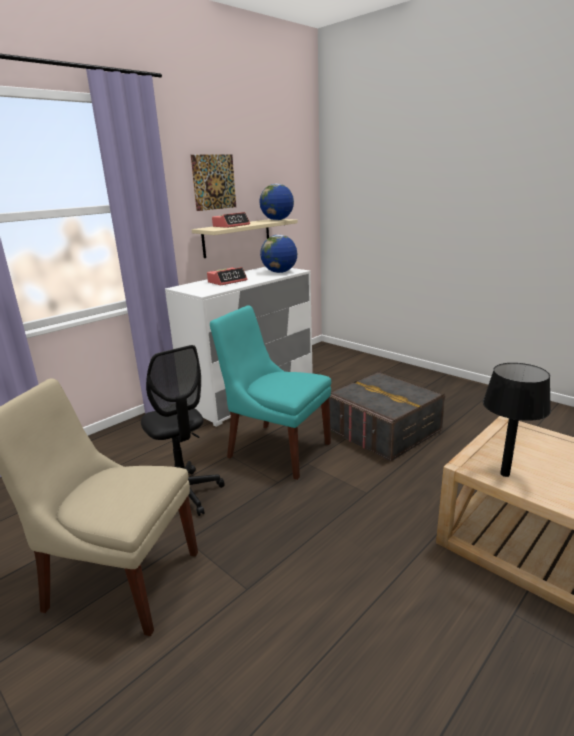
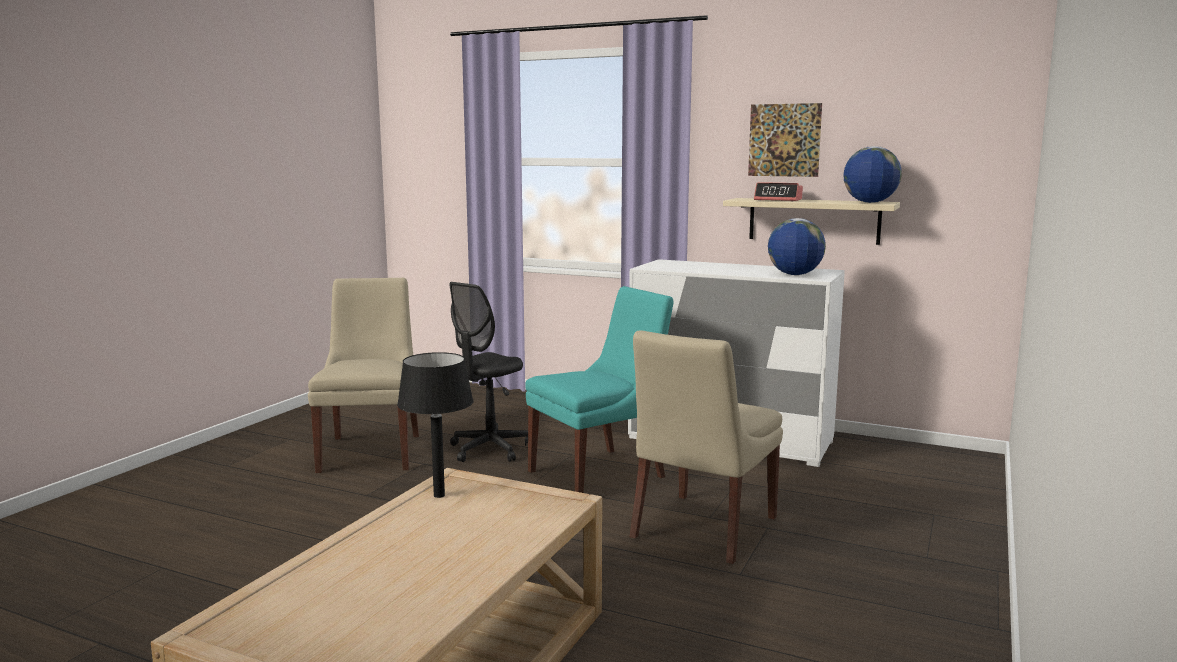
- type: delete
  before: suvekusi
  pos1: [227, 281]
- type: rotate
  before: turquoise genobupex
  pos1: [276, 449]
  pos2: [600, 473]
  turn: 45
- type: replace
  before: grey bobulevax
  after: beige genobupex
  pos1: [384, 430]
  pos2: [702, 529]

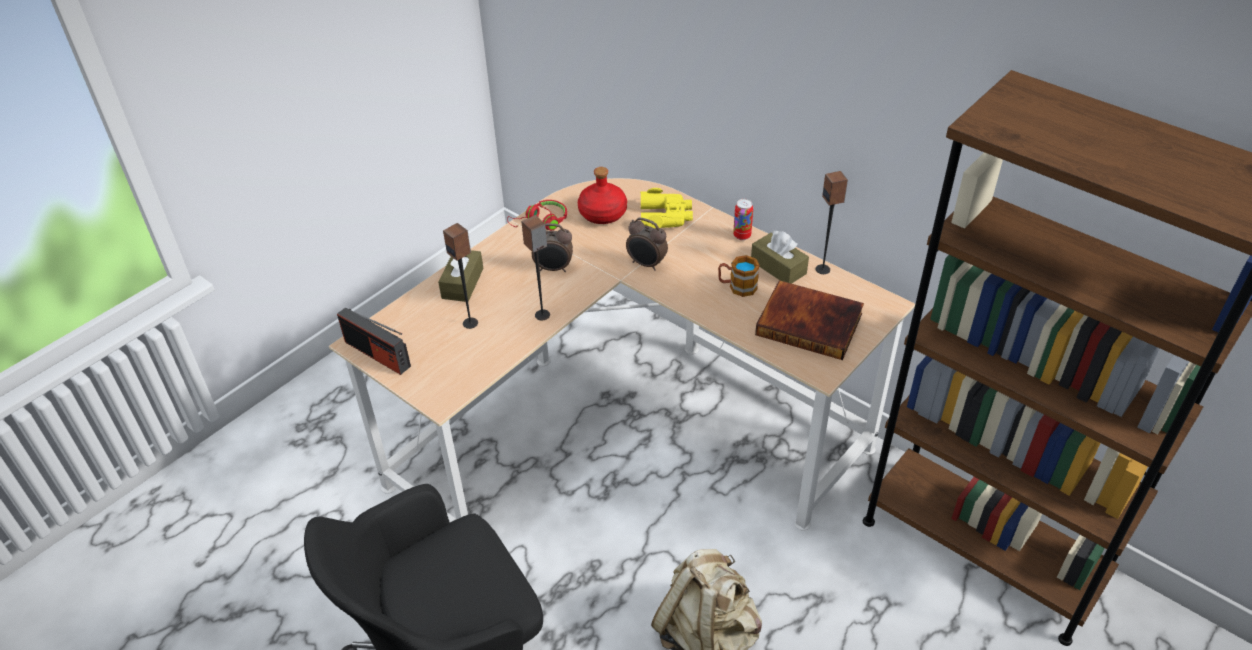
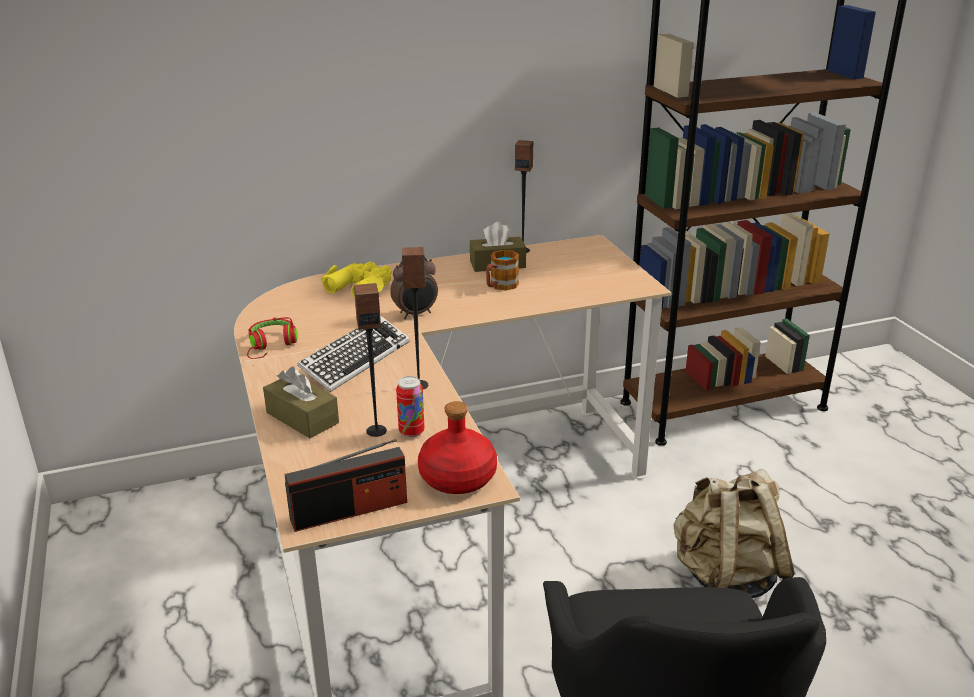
- type: replace
  before: suvekusi
  after: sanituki
  pos1: [553, 269]
  pos2: [355, 359]
- type: move
  before: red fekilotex
  pos1: [602, 214]
  pos2: [458, 478]
- type: move
  before: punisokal
  pos1: [742, 236]
  pos2: [411, 432]
- type: delete
  before: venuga
  pos1: [810, 323]

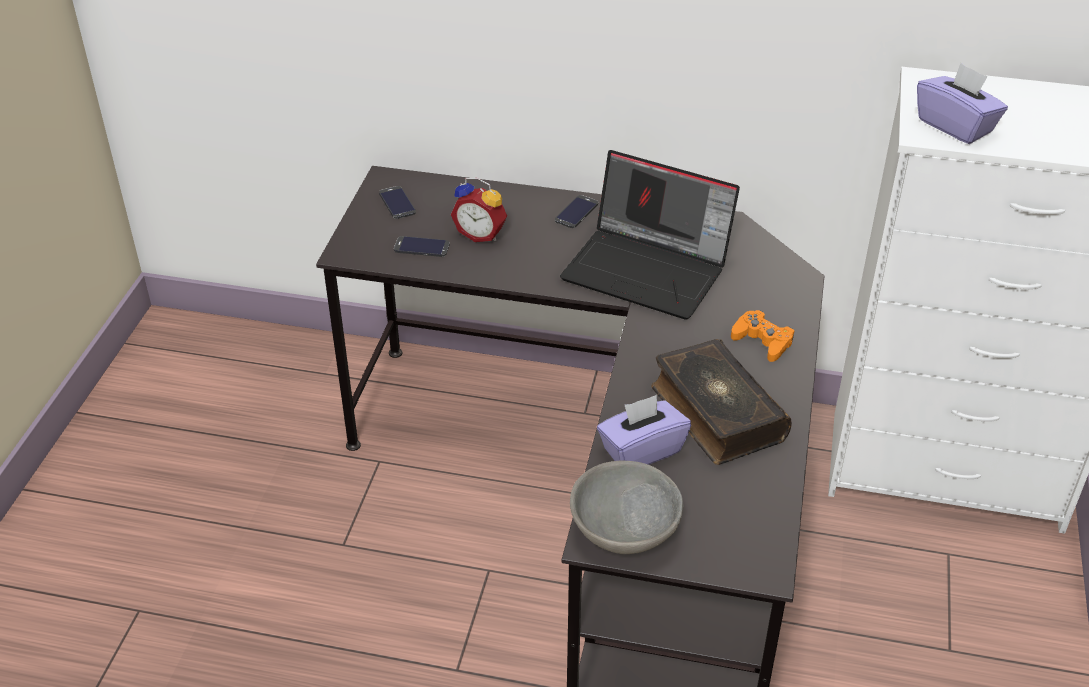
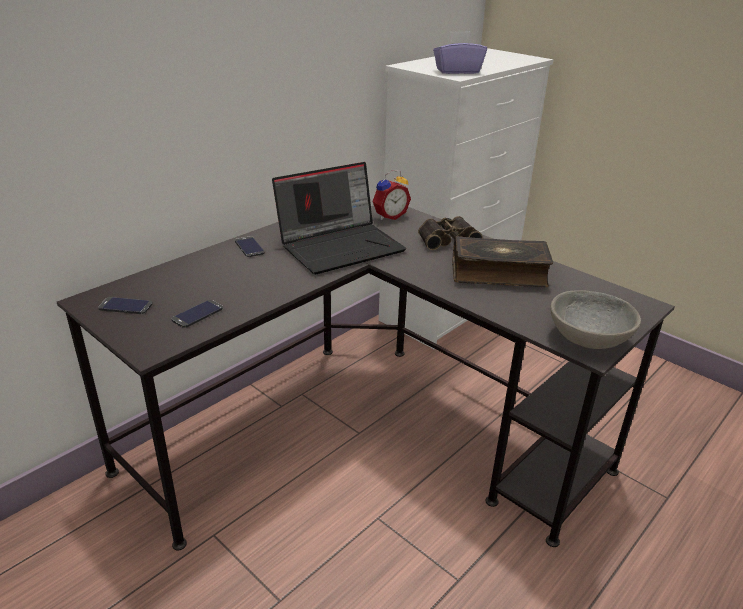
- type: move
  before: suvekusi
  pos1: [481, 234]
  pos2: [389, 216]
- type: delete
  before: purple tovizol
  pos1: [641, 450]
- type: replace
  before: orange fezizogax
  after: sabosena
  pos1: [762, 341]
  pos2: [446, 239]

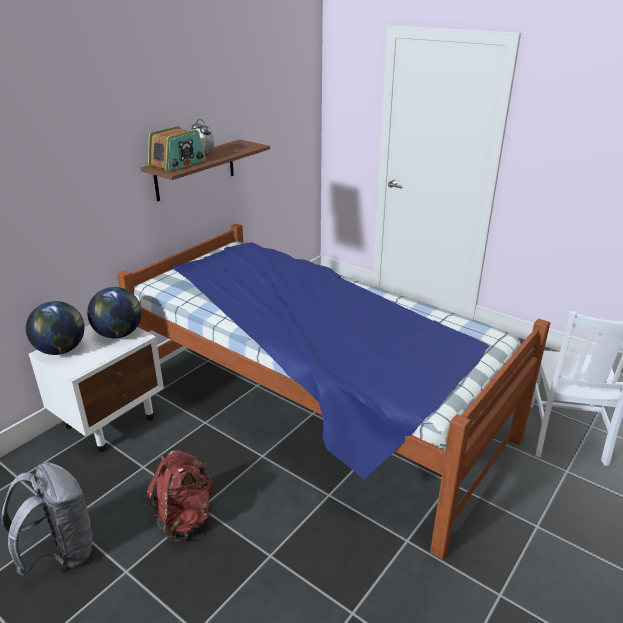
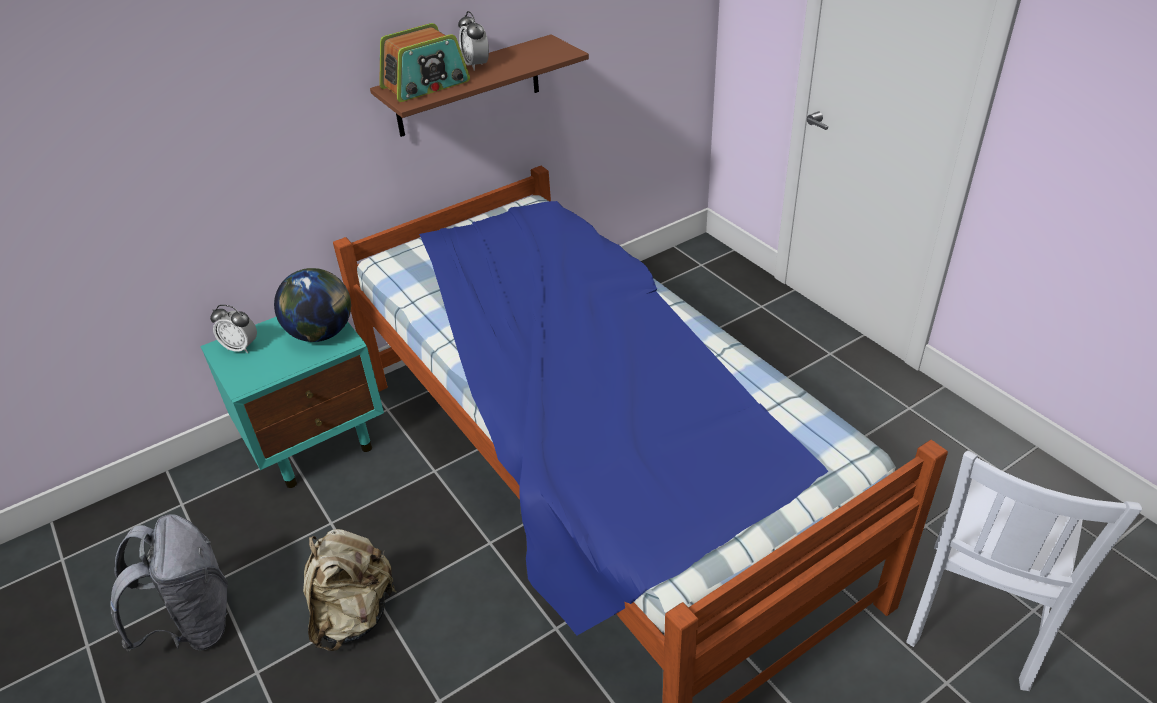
- type: replace
  before: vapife
  after: suvekusi
  pos1: [61, 350]
  pos2: [241, 347]
- type: recolor
  before: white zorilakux
  after: turquoise zorilakux
  pos1: [111, 421]
  pos2: [317, 443]
- type: recolor
  before: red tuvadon
  after: beige tuvadon
  pos1: [185, 518]
  pos2: [354, 614]

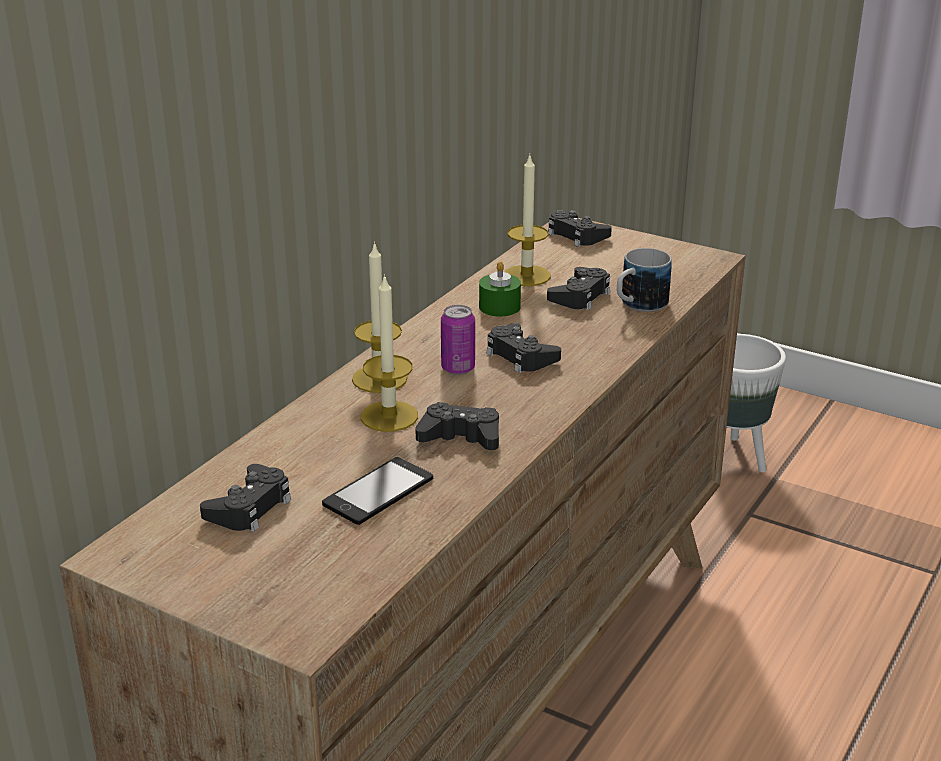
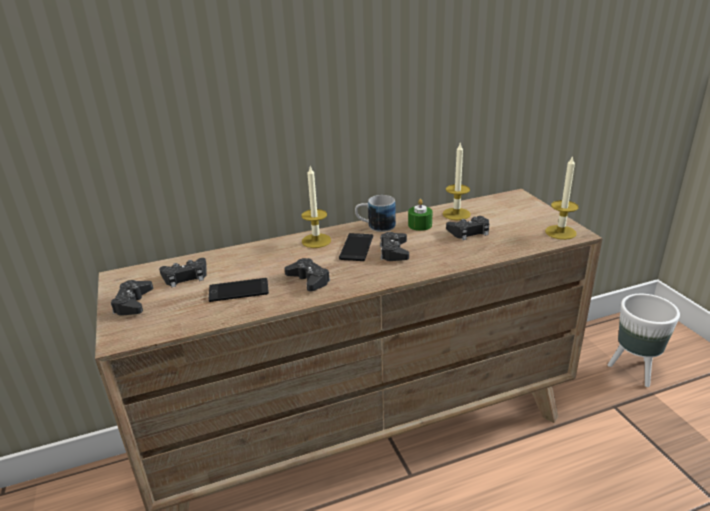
- type: move
  before: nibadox
  pos1: [389, 416]
  pos2: [560, 232]
- type: replace
  before: punisokal
  after: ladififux
  pos1: [458, 368]
  pos2: [356, 247]
- type: move
  before: black fezizogax
  pos1: [576, 235]
  pos2: [133, 303]
- type: move
  before: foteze
  pos1: [637, 305]
  pos2: [375, 226]

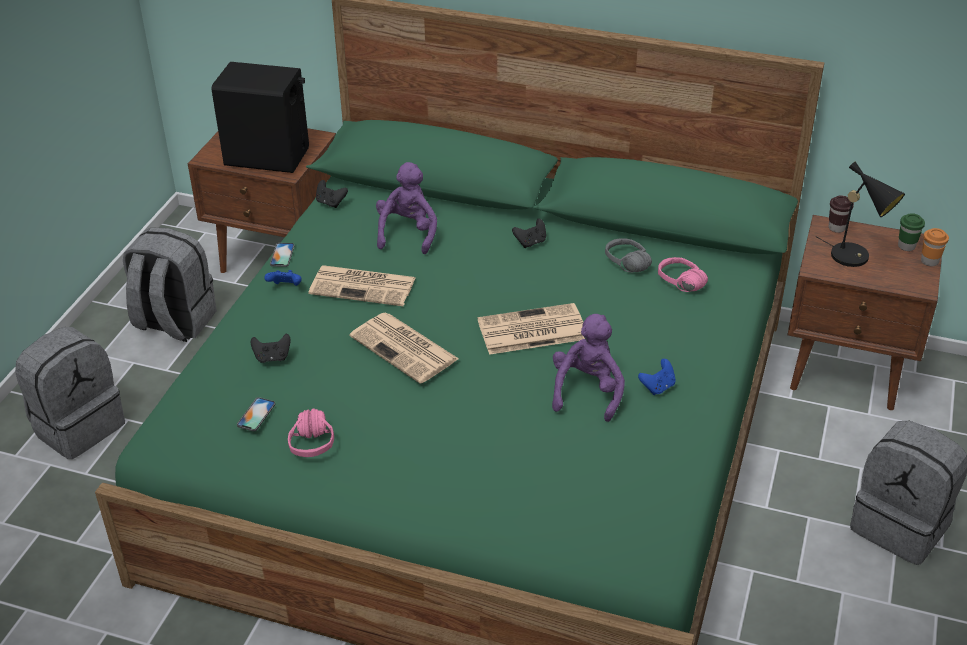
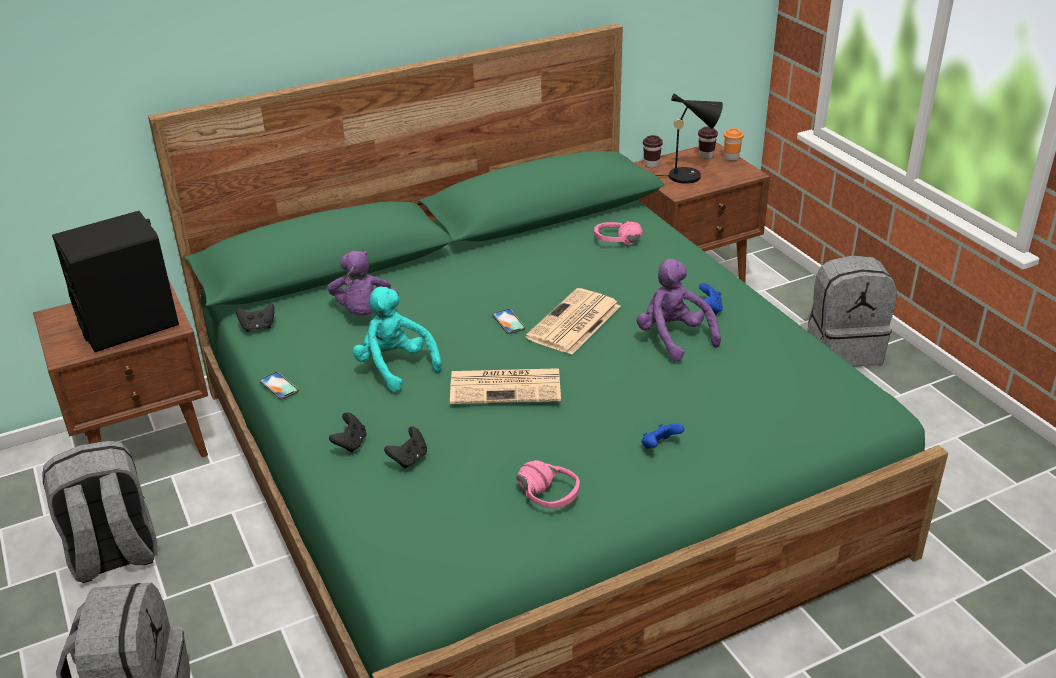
- type: move
  before: ladififux
  pos1: [256, 414]
  pos2: [508, 322]
- type: move
  before: blue fezizogax
  pos1: [286, 287]
  pos2: [659, 446]
- type: replace
  before: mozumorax
  after: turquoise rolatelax
  pos1: [364, 286]
  pos2: [395, 367]
- type: rotate
  before: purple rolatelax
  pos1: [407, 233]
  pos2: [365, 313]
  turn: -150
- type: move
  before: black fezizogax
  pos1: [530, 242]
  pos2: [350, 444]
- type: delete
  before: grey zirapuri
  pos1: [622, 266]
- type: recolor
  before: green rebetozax
  after: brown rebetozax
  pos1: [906, 246]
  pos2: [706, 156]

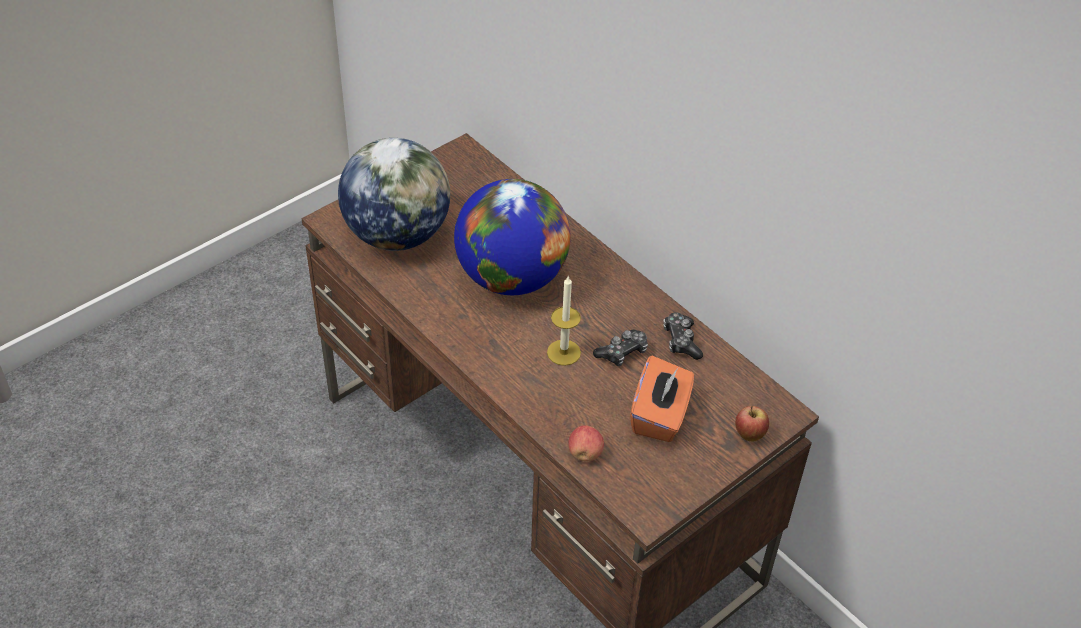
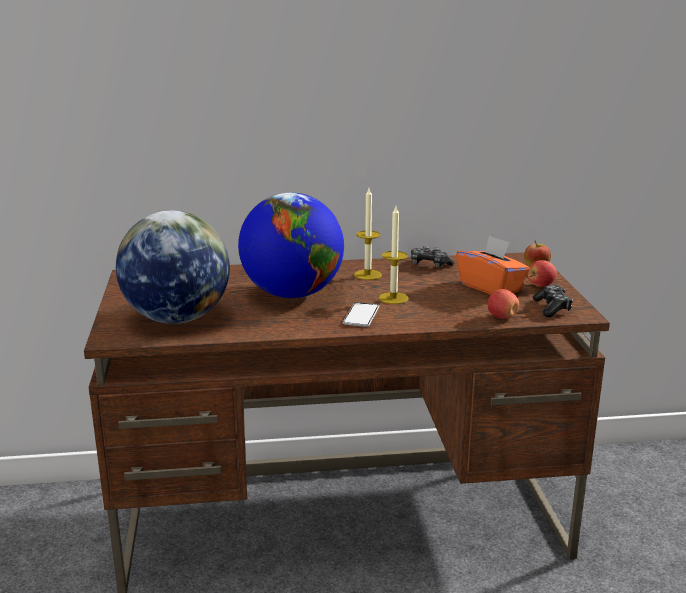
- type: move
  before: fezizogax
  pos1: [622, 352]
  pos2: [552, 308]
- type: insert
  after: ladififux
  pos2: [361, 316]
- type: insert
  after: nibadox
  pos2: [367, 275]
- type: insert
  after: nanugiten
  pos2: [540, 285]

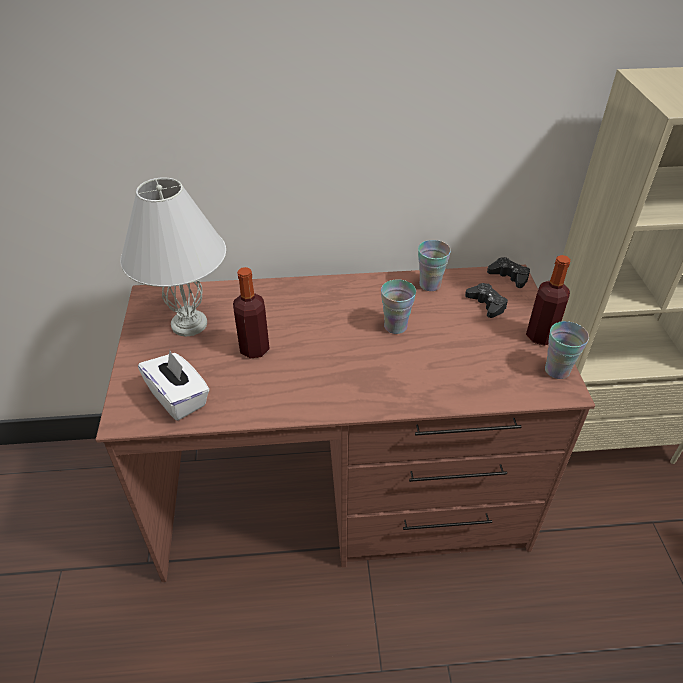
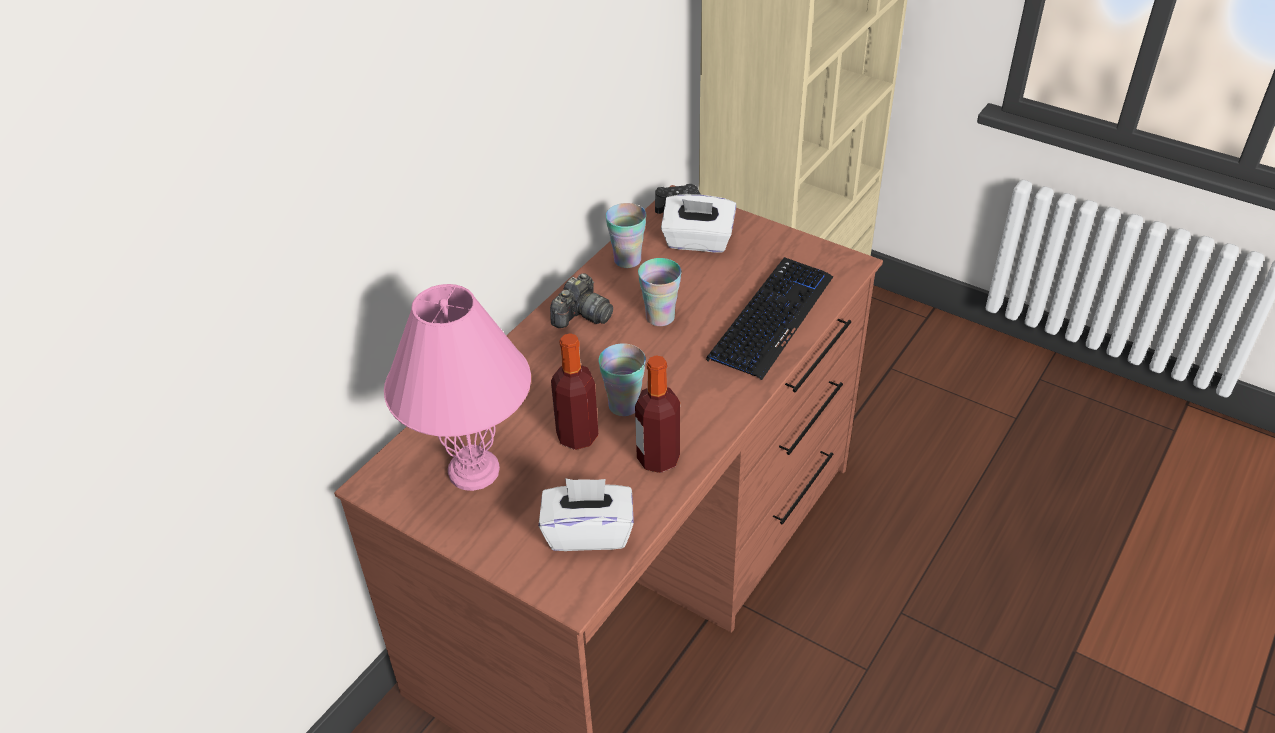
- type: recolor
  before: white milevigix
  after: pink milevigix
  pos1: [188, 324]
  pos2: [474, 472]
- type: replace
  before: black fezizogax
  after: white tovizol
  pos1: [486, 304]
  pos2: [698, 241]
- type: move
  before: fekilotex
  pos1: [540, 336]
  pos2: [658, 459]
- type: move
  before: rebetozax
  pos1: [557, 370]
  pos2: [624, 405]
- type: insert
  after: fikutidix
  pos2: [582, 315]
- type: insert
  after: sanituki
  pos2: [771, 318]

